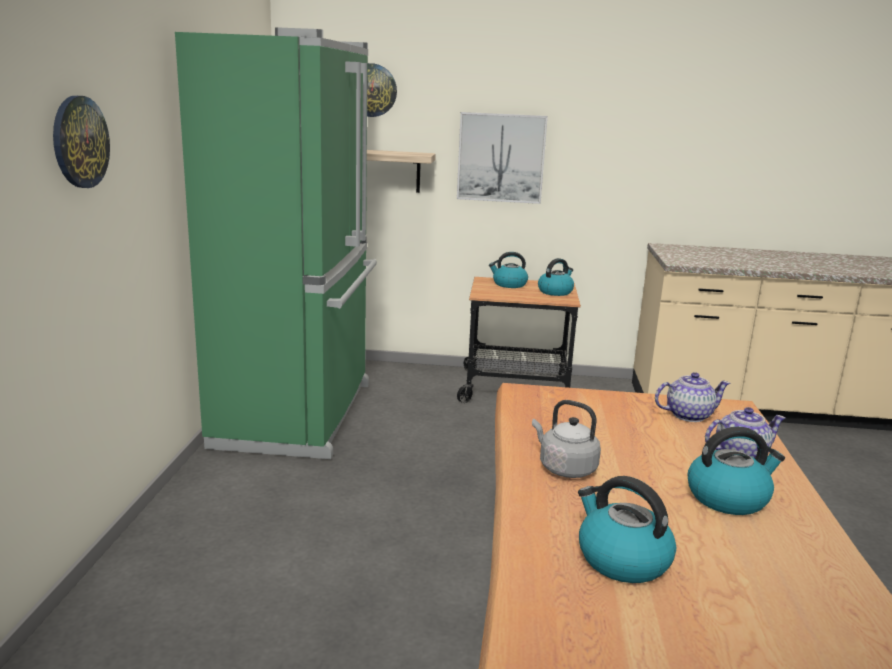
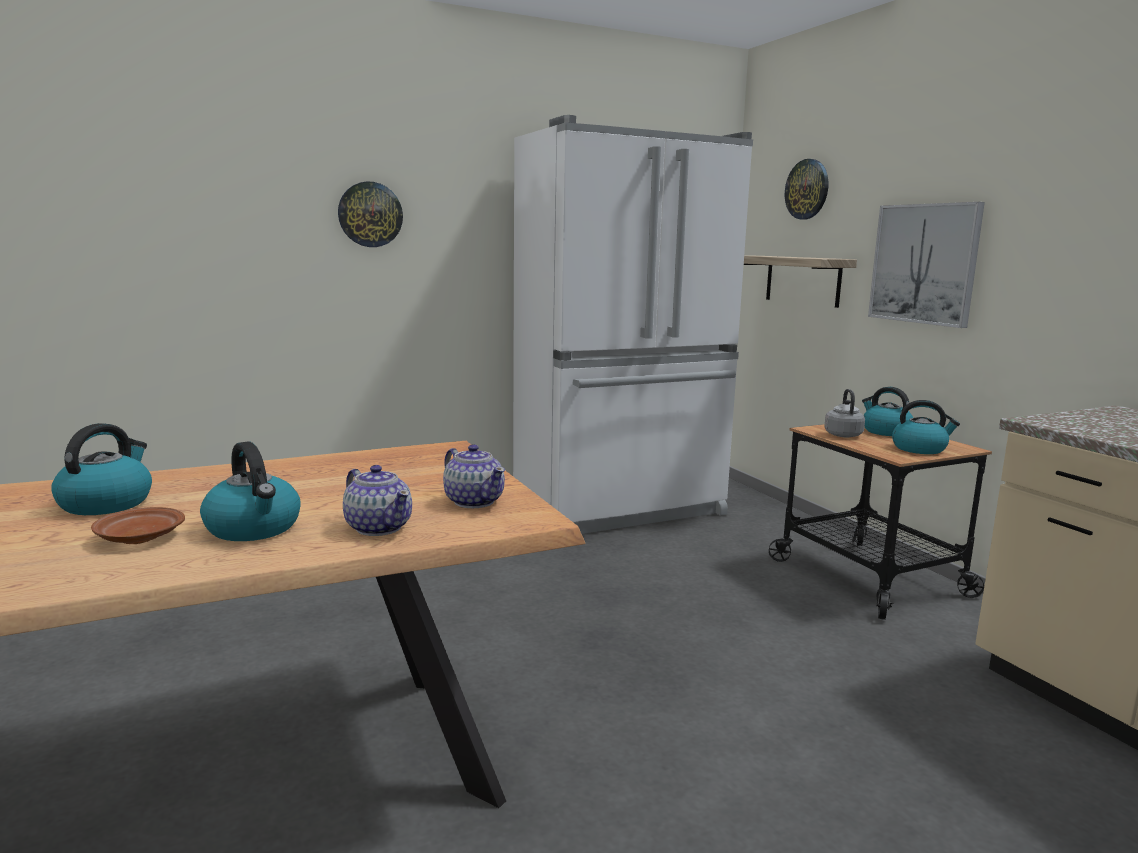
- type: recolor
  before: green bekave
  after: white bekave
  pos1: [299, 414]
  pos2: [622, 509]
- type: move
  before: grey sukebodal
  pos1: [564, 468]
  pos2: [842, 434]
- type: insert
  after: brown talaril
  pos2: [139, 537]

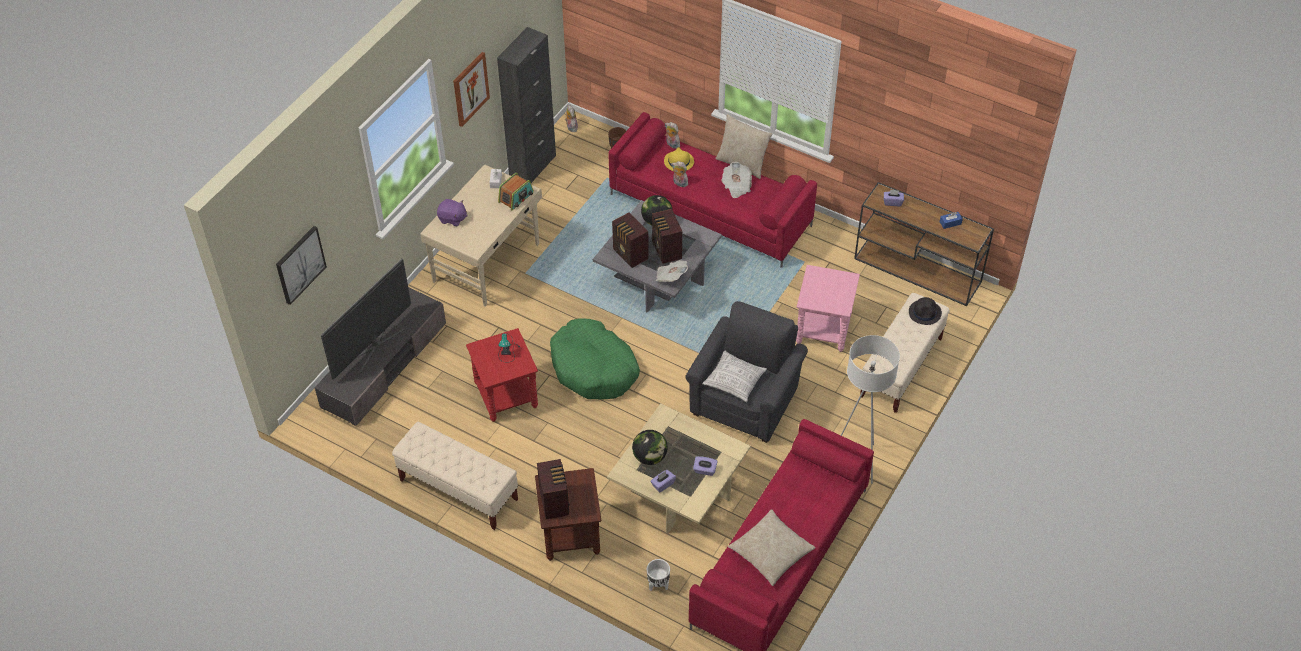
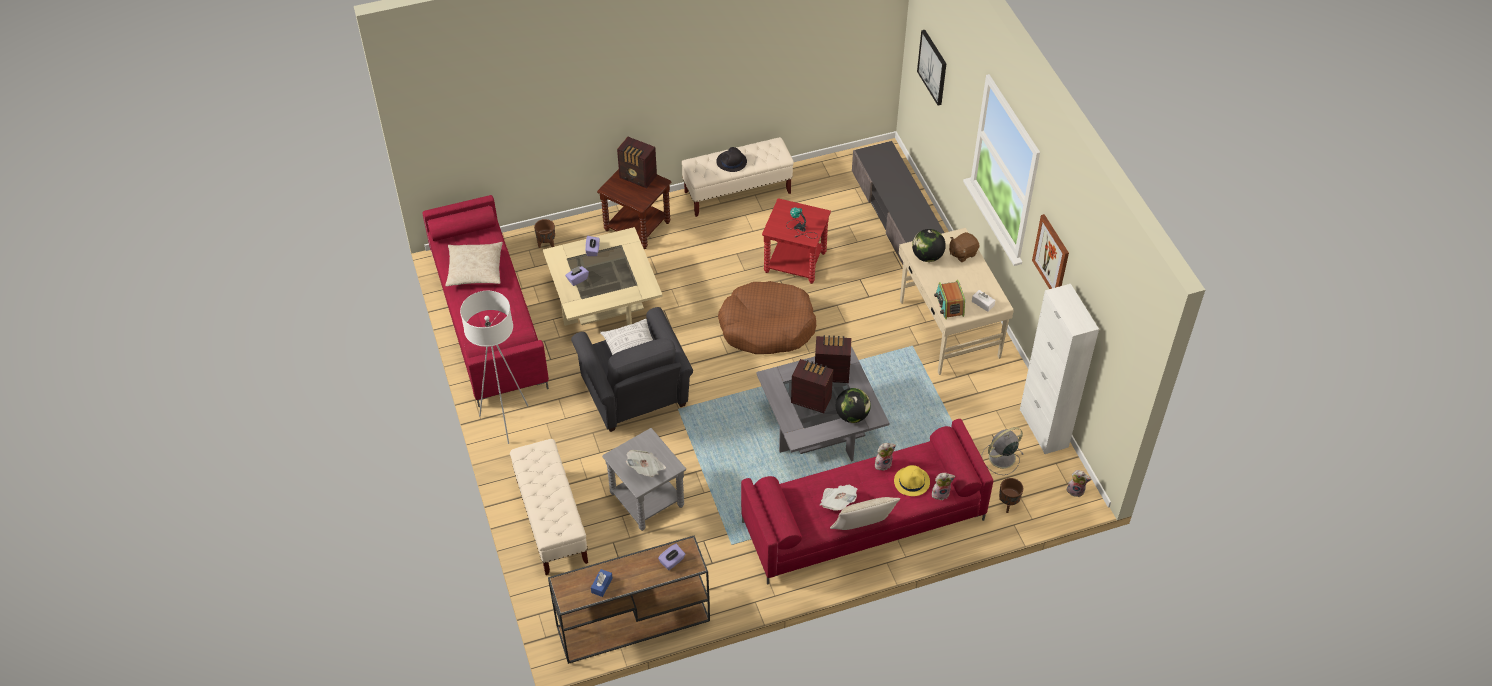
- type: delete
  before: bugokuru
  pos1: [374, 345]
- type: recolor
  before: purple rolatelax
  after: brown rolatelax
  pos1: [452, 219]
  pos2: [962, 253]
- type: recolor
  before: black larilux
  after: white larilux
  pos1: [532, 167]
  pos2: [1043, 428]
- type: recolor
  before: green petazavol
  after: brown petazavol
  pos1: [594, 368]
  pos2: [767, 326]
- type: move
  before: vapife
  pos1: [650, 457]
  pos2: [927, 256]
- type: recolor
  before: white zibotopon
  after: brown zibotopon
  pos1: [658, 585]
  pos2: [547, 244]
- type: move
  before: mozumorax
  pos1: [671, 277]
  pos2: [646, 469]
- type: recolor
  before: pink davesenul
  after: grey davesenul
  pos1: [824, 329]
  pos2: [646, 500]
- type: move
  before: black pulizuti
  pos1: [925, 312]
  pos2: [731, 162]
- type: insert
  after: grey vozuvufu
  pos2: [1001, 458]

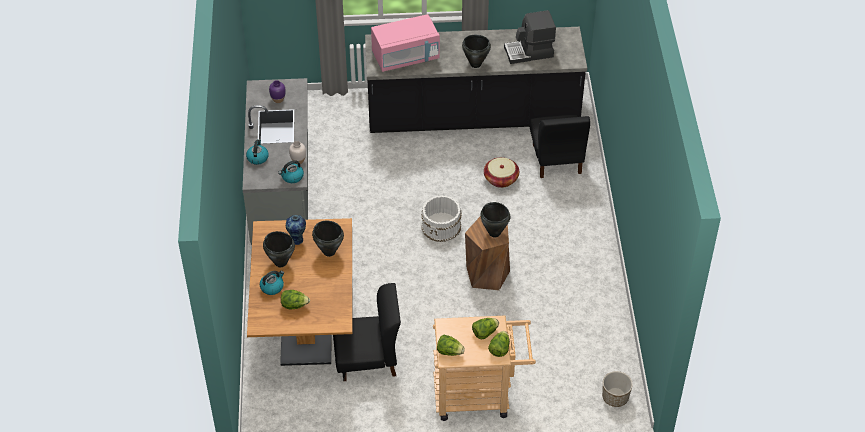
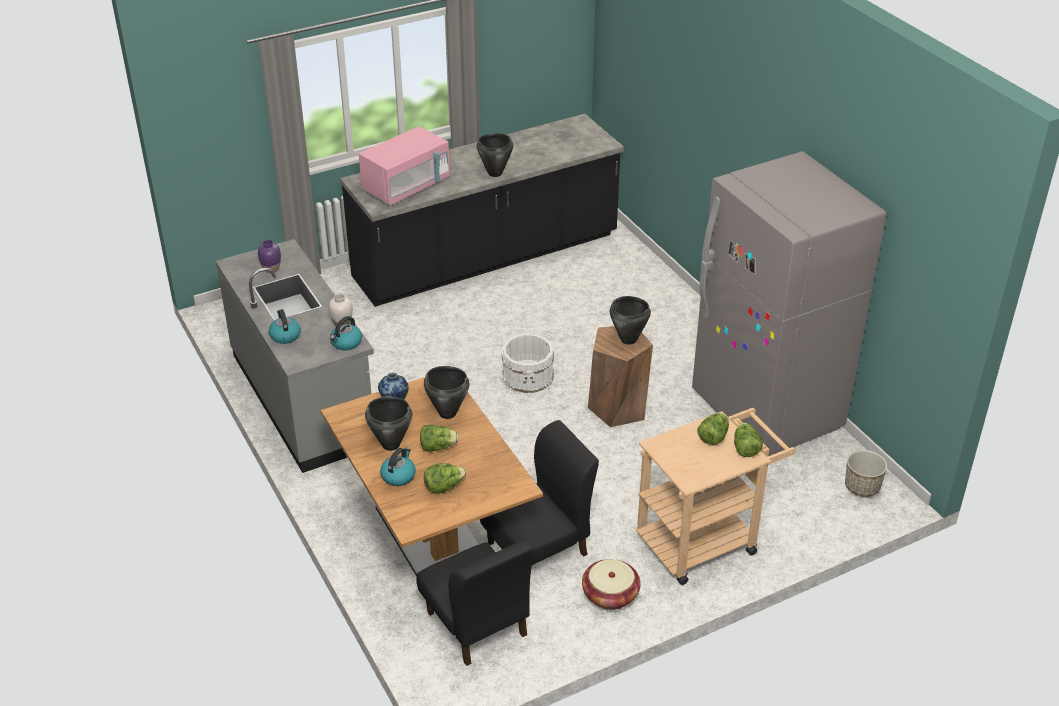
- type: move
  before: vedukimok
  pos1: [449, 351]
  pos2: [438, 447]
- type: move
  before: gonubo
  pos1: [501, 179]
  pos2: [610, 595]
- type: delete
  before: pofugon
  pos1: [529, 52]
- type: move
  before: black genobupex
  pos1: [556, 159]
  pos2: [476, 624]
- type: insert
  after: grey bekave
  pos2: [766, 411]

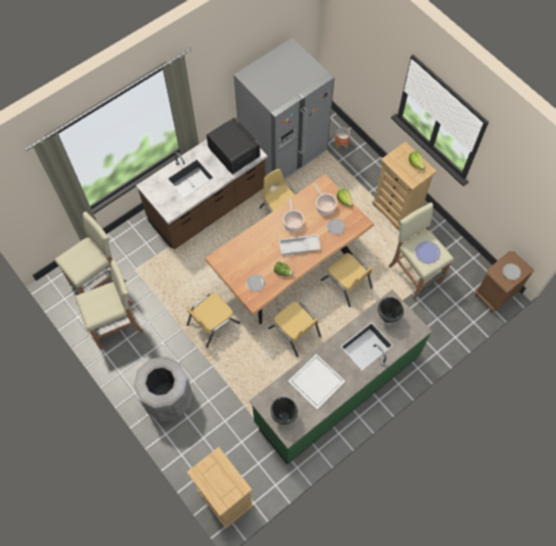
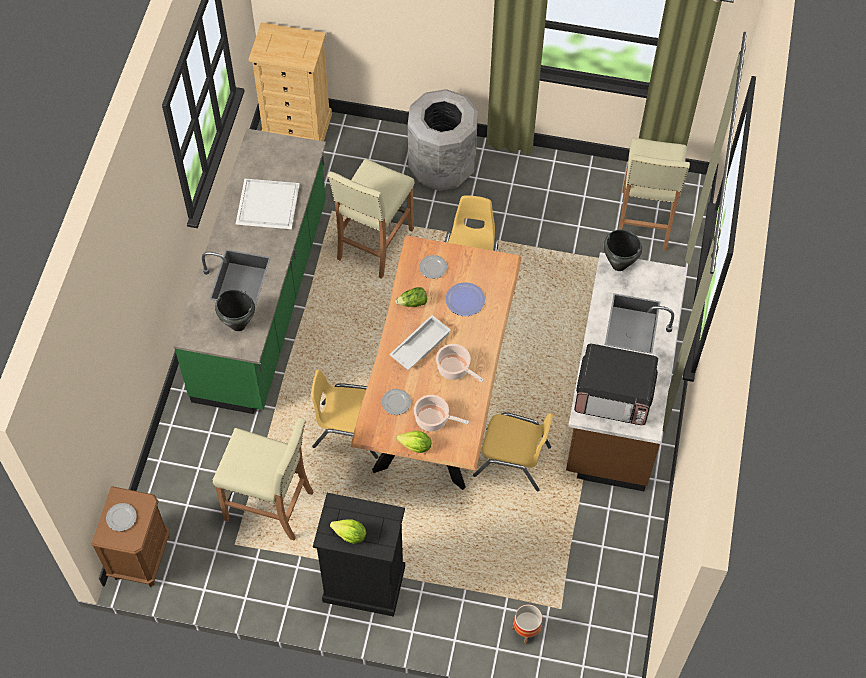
- type: move
  before: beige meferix
  pos1: [117, 325]
  pos2: [374, 245]
- type: delete
  before: grey bekave
  pos1: [283, 151]
- type: delete
  before: yellow genobupex
  pos1: [295, 332]
- type: move
  before: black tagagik
  pos1: [283, 417]
  pos2: [618, 264]
- type: recolor
  before: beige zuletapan
  after: black zuletapan
  pos1: [397, 209]
  pos2: [363, 584]
- type: move
  before: talaril
  pos1: [427, 252]
  pos2: [465, 300]

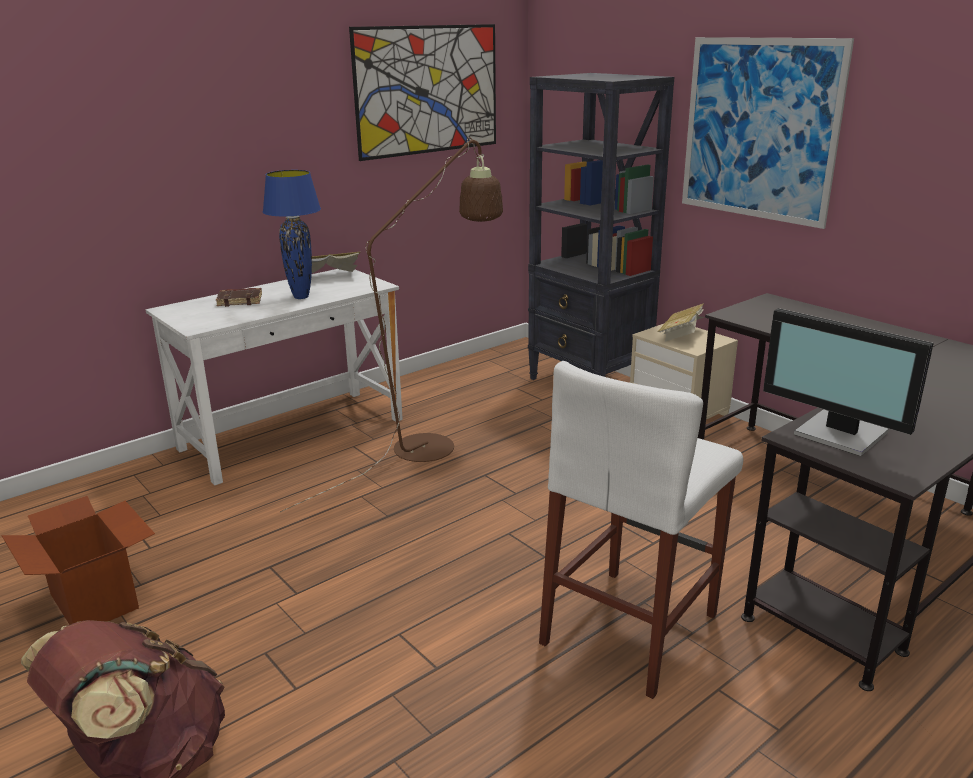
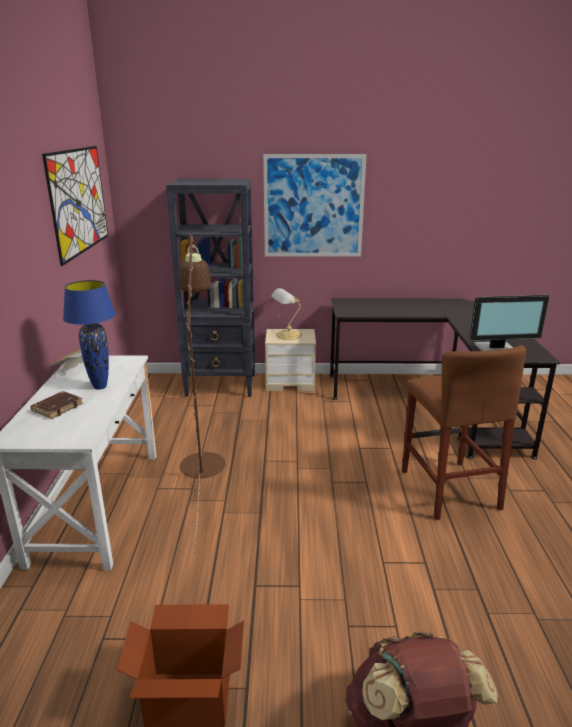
- type: recolor
  before: white meferix
  after: brown meferix
  pos1: [630, 628]
  pos2: [449, 489]
- type: replace
  before: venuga
  after: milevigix
  pos1: [681, 335]
  pos2: [287, 335]

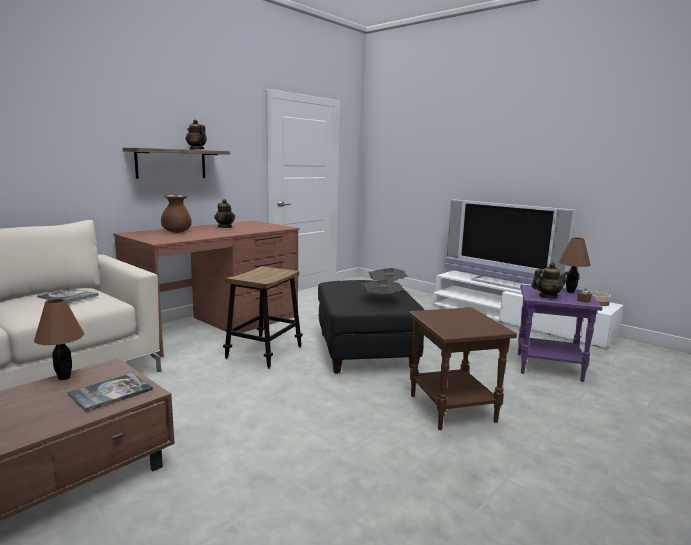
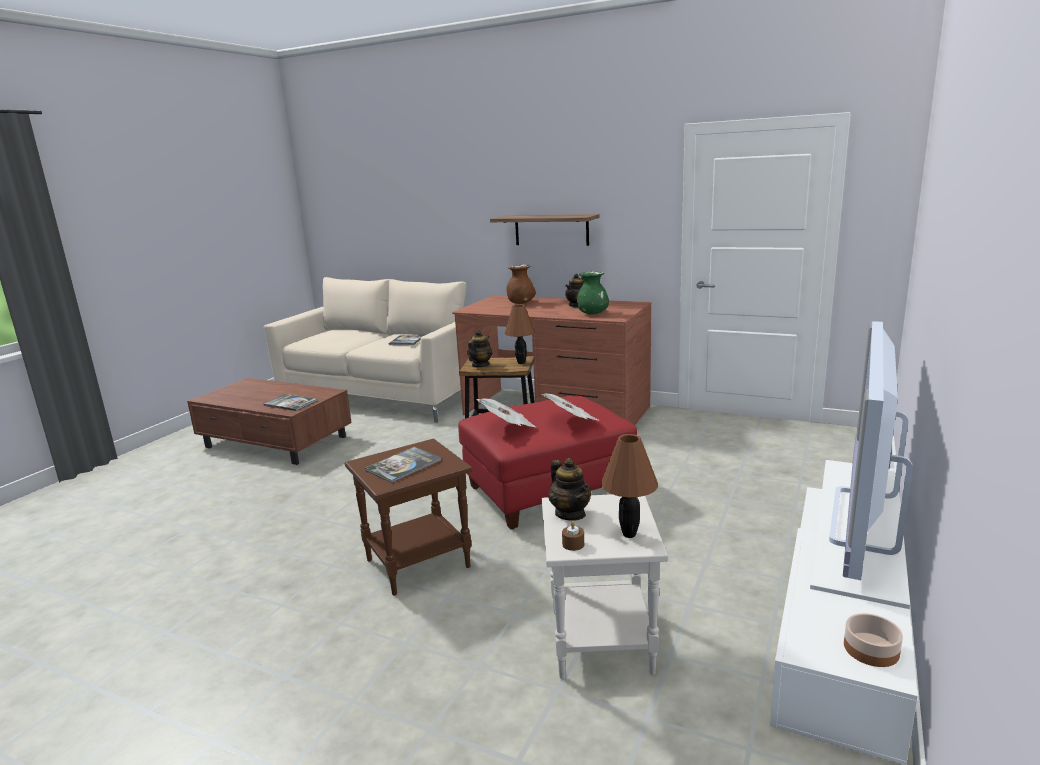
- type: move
  before: brown milevigix
  pos1: [64, 377]
  pos2: [521, 363]
- type: move
  before: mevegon
  pos1: [196, 149]
  pos2: [480, 365]
- type: recolor
  before: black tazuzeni
  after: red tazuzeni
  pos1: [364, 351]
  pos2: [548, 491]
- type: recolor
  before: purple davesenul
  after: white davesenul
  pos1: [549, 367]
  pos2: [603, 642]
- type: insert
  after: venuga
  pos2: [403, 465]
- type: insert
  after: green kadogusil
  pos2: [593, 314]

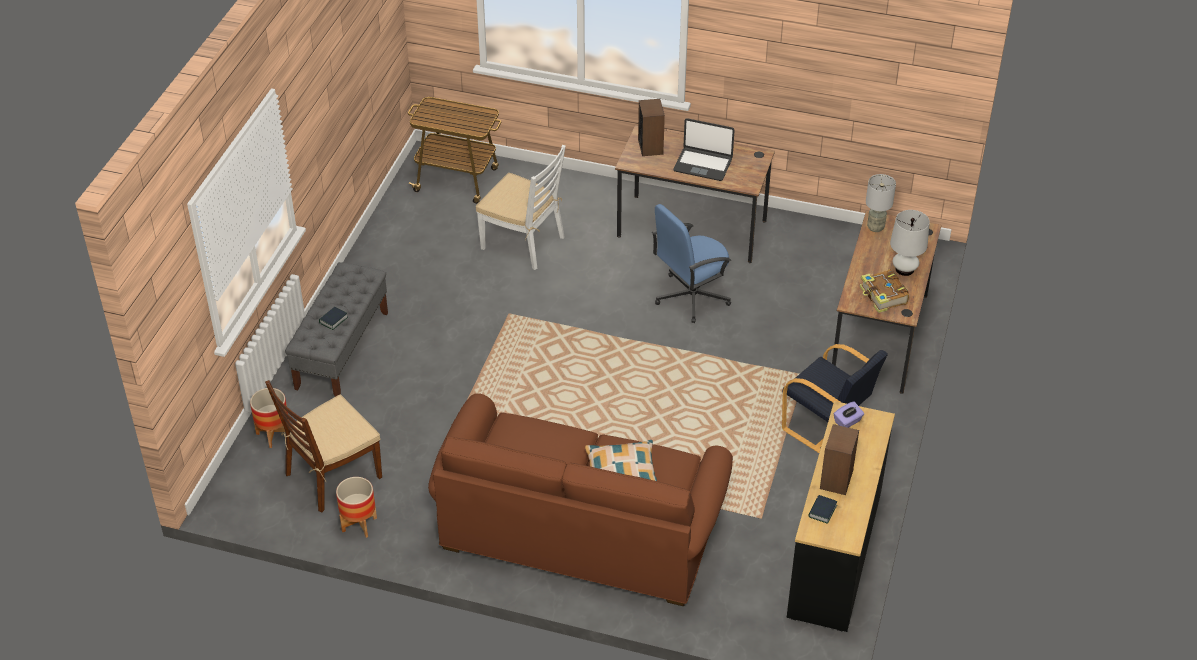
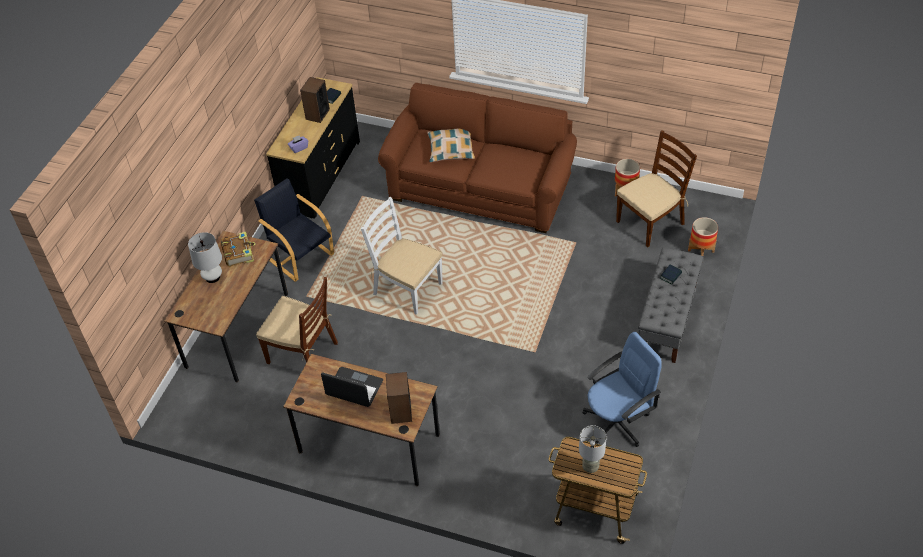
- type: move
  before: white genobupex
  pos1: [523, 243]
  pos2: [407, 289]
- type: move
  before: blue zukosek
  pos1: [691, 297]
  pos2: [617, 422]
- type: move
  before: grey milevigix
  pos1: [875, 227]
  pos2: [590, 467]
- type: insert
  after: brown genobupex
  pos2: [303, 353]

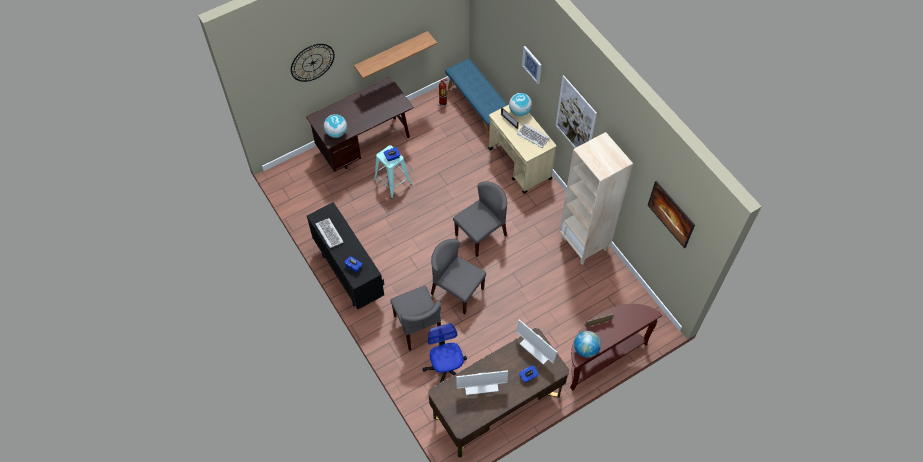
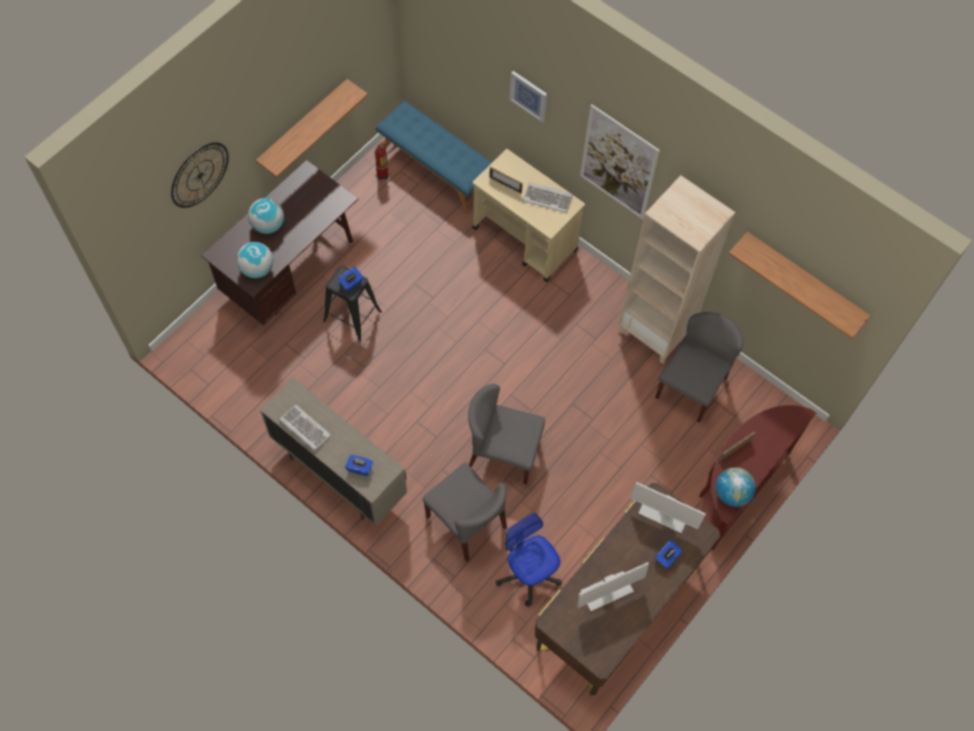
- type: recolor
  before: black larilux
  after: beige larilux
  pos1: [349, 275]
  pos2: [339, 474]
- type: recolor
  before: turquoise meferix
  after: black meferix
  pos1: [392, 182]
  pos2: [352, 316]
- type: move
  before: grey genobupex
  pos1: [481, 234]
  pos2: [691, 386]
- type: move
  before: vapife
  pos1: [519, 111]
  pos2: [268, 225]
- type: replace
  before: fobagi
  after: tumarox
  pos1: [669, 220]
  pos2: [804, 280]

